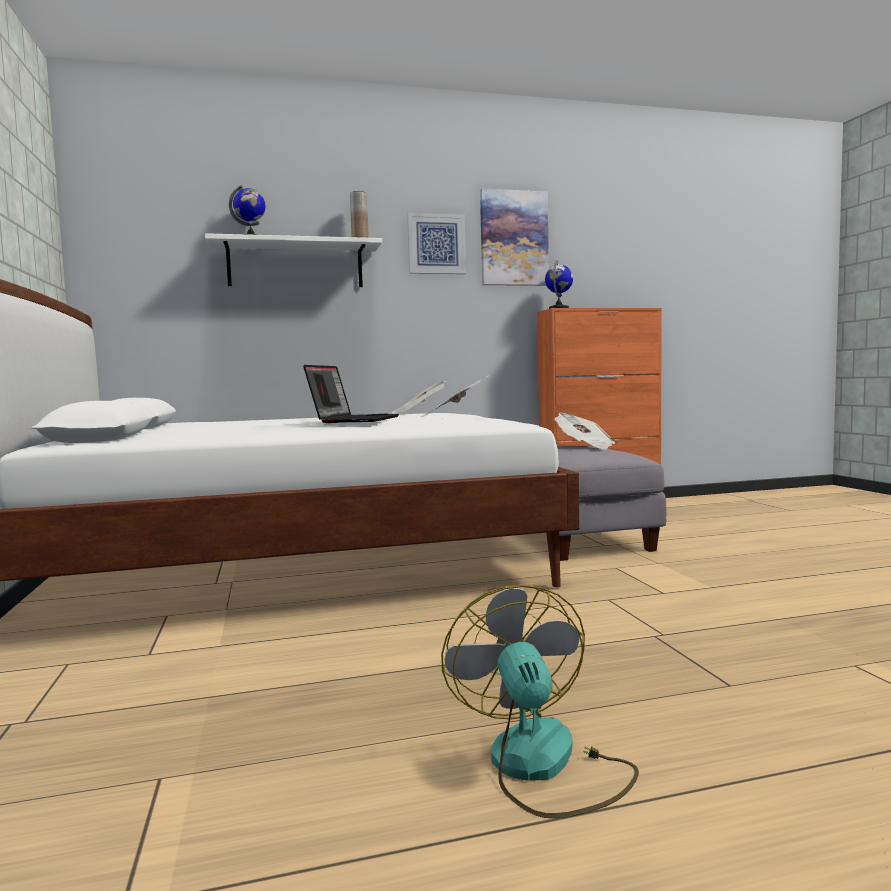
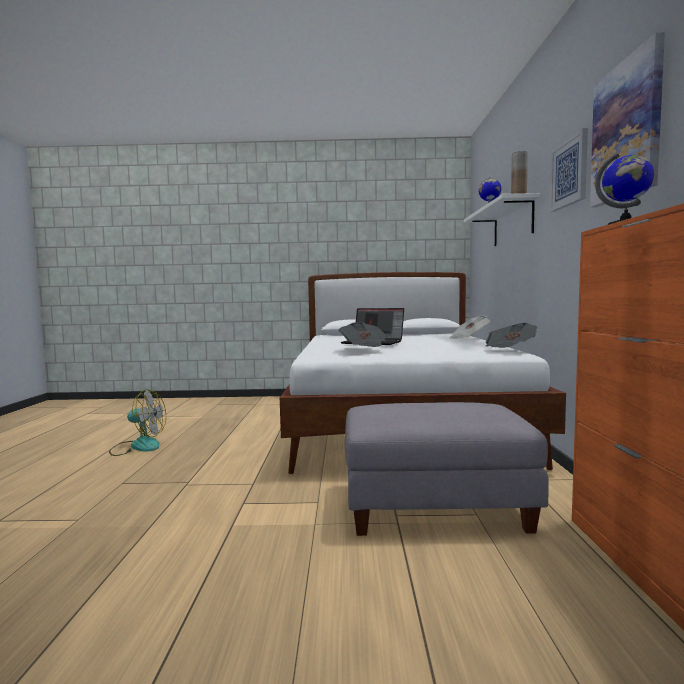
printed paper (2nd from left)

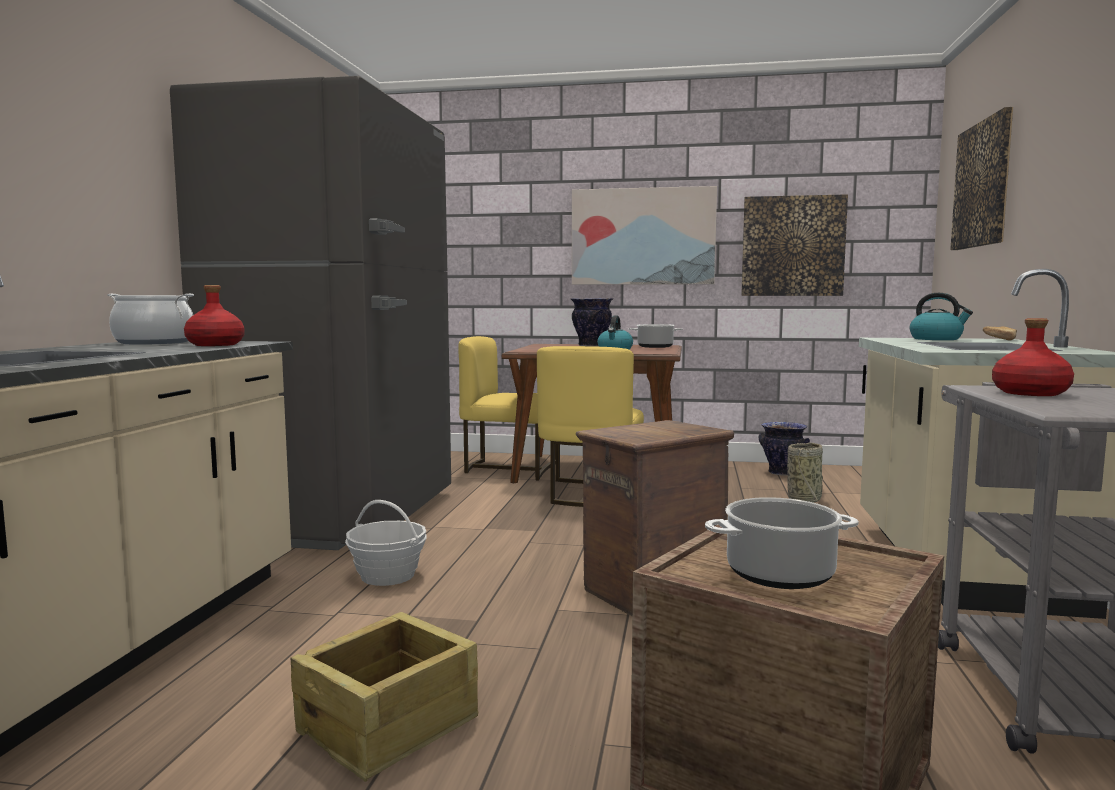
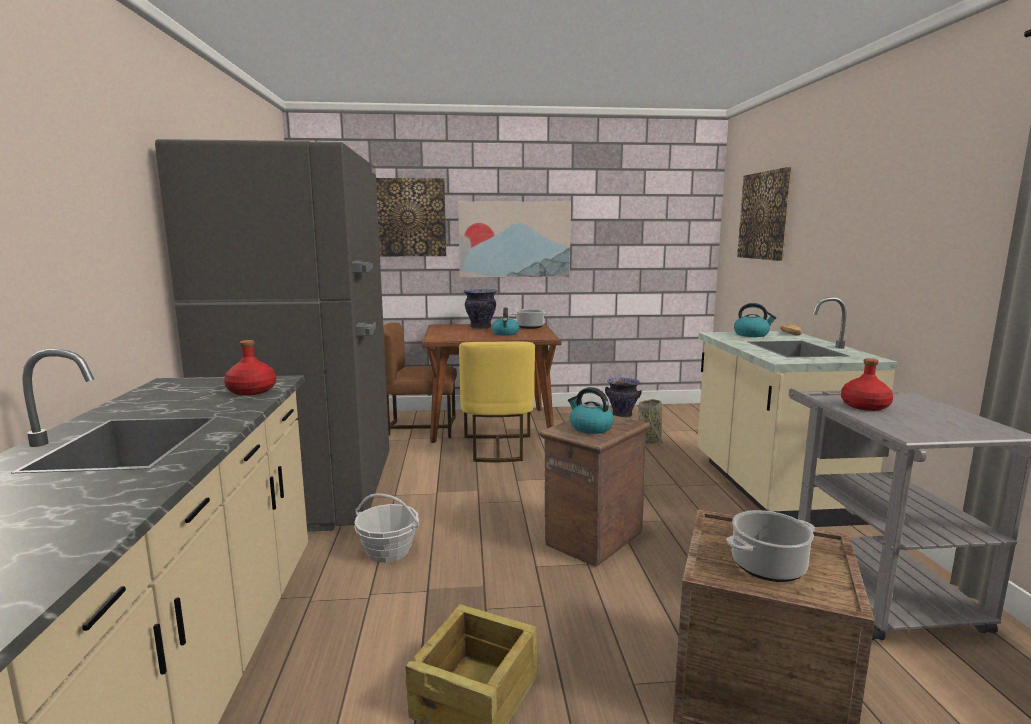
saucepot (1st from left in the first image)
brown-coloured plain chair
wall art (1st from left)
tea kettle (2nd from left)

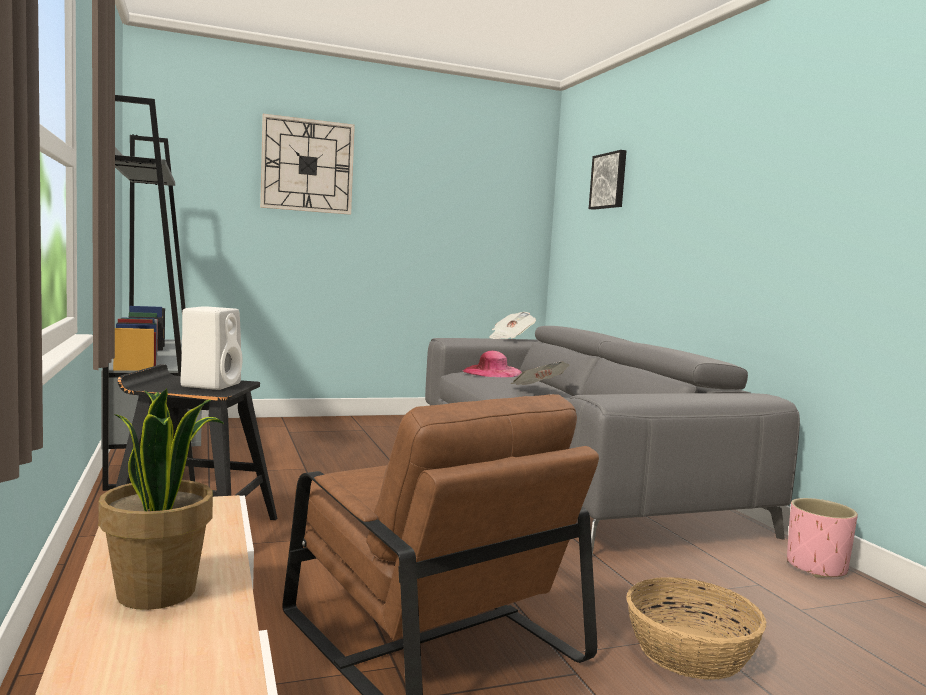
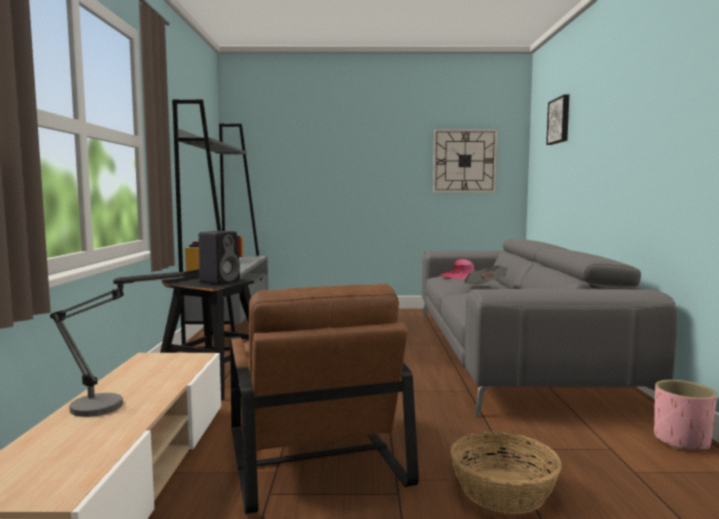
tabletop lamp
black loudspeaker
hanging clock
printed paper (1st from left in the first image)

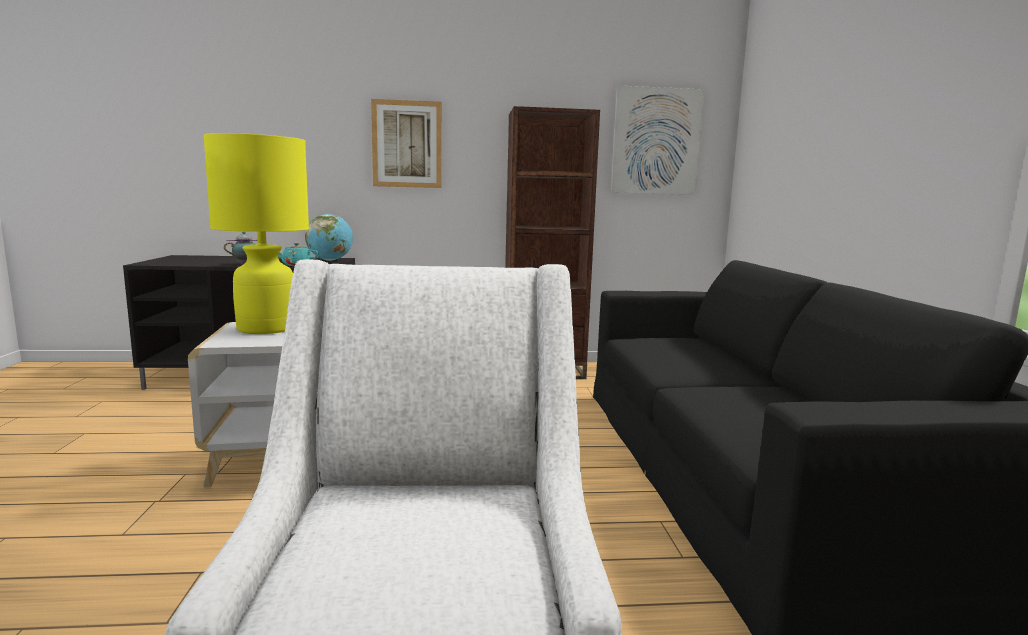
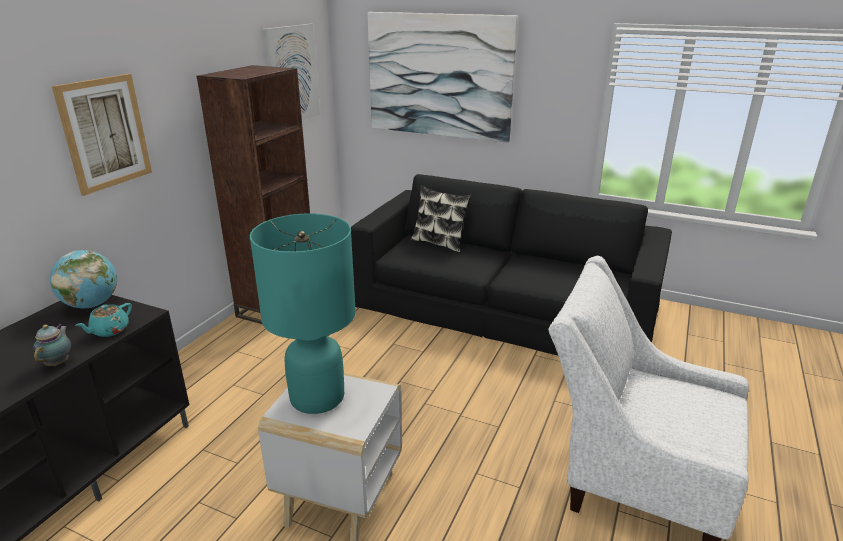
turquoise-coloured tabletop lamp
wall art (3rd from left)
throw pillow

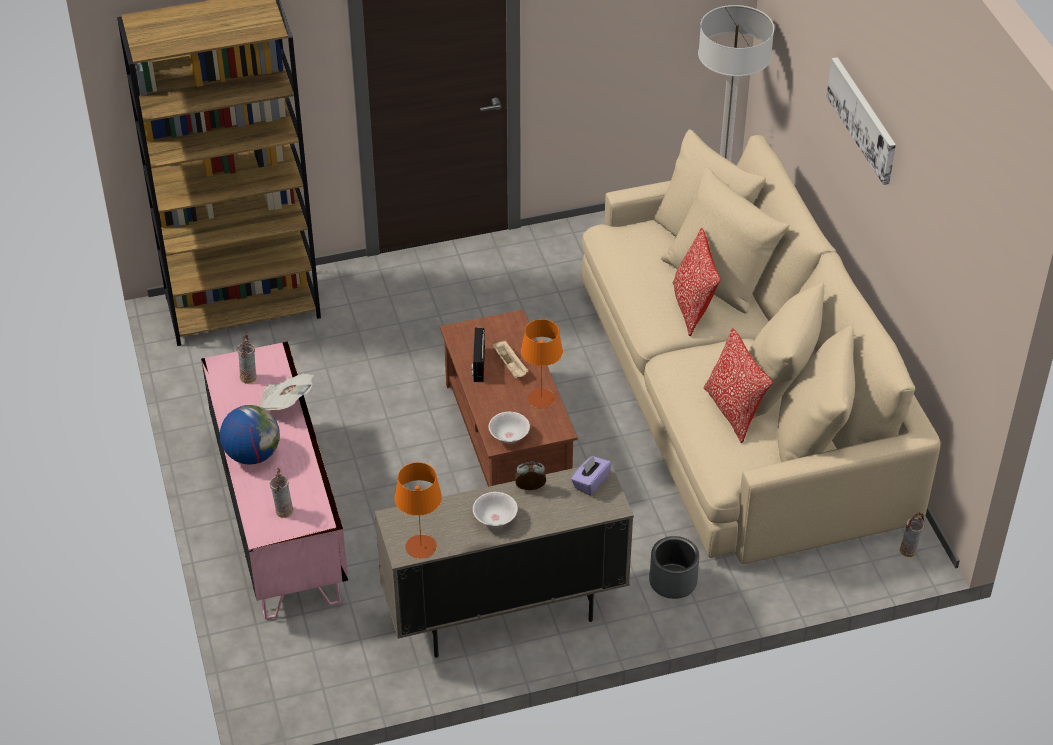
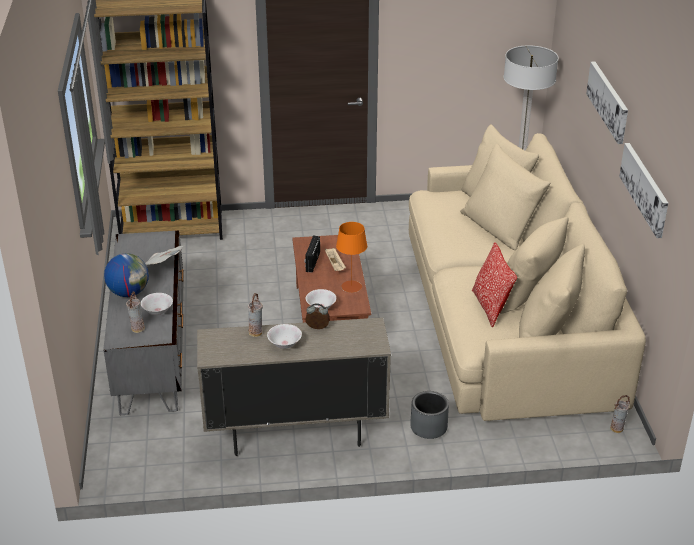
gray media console
flower vase (2nd from left)
orangey tabletop lamp (1st from left in the first image)
purple tissue box
throw pillow (1st from left in the first image)
whitish deep dish (1st from left)
wall art (2nd from left)

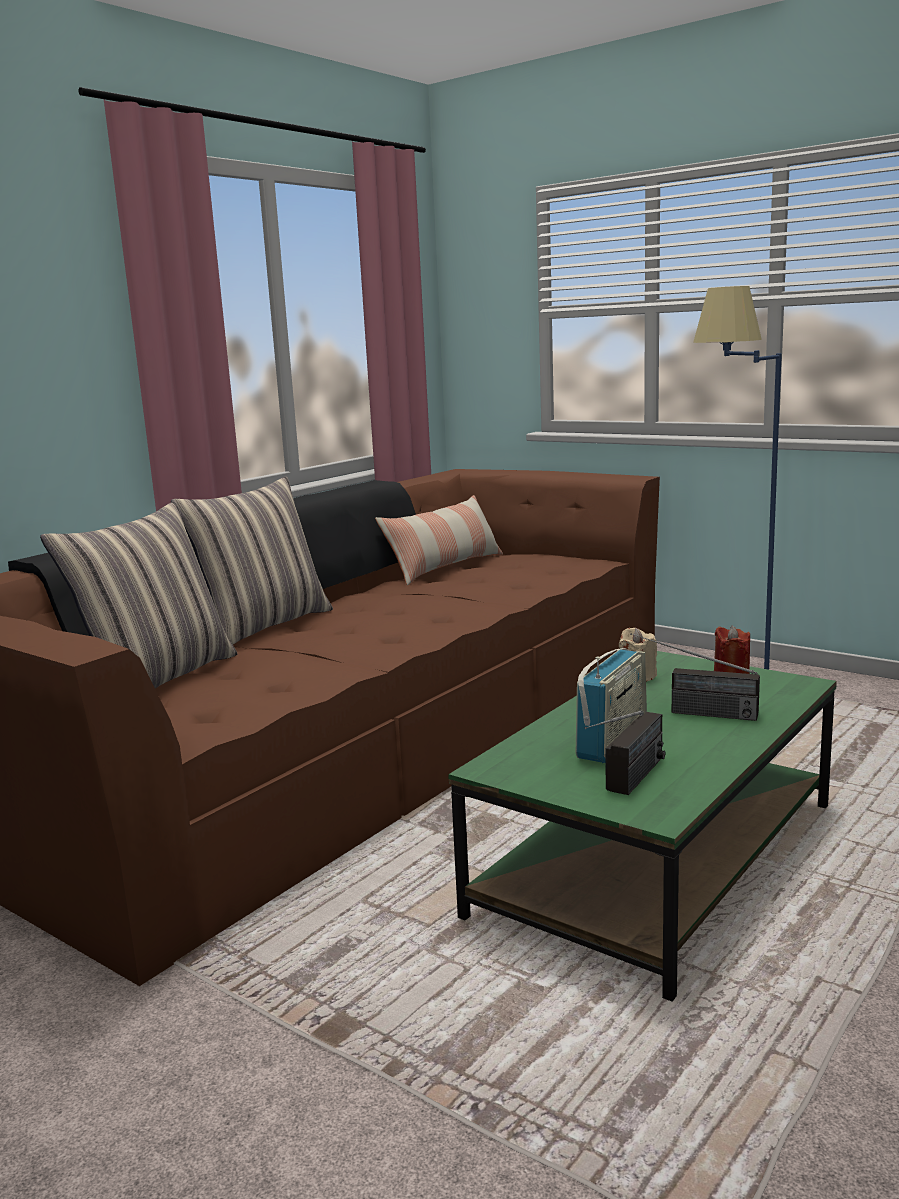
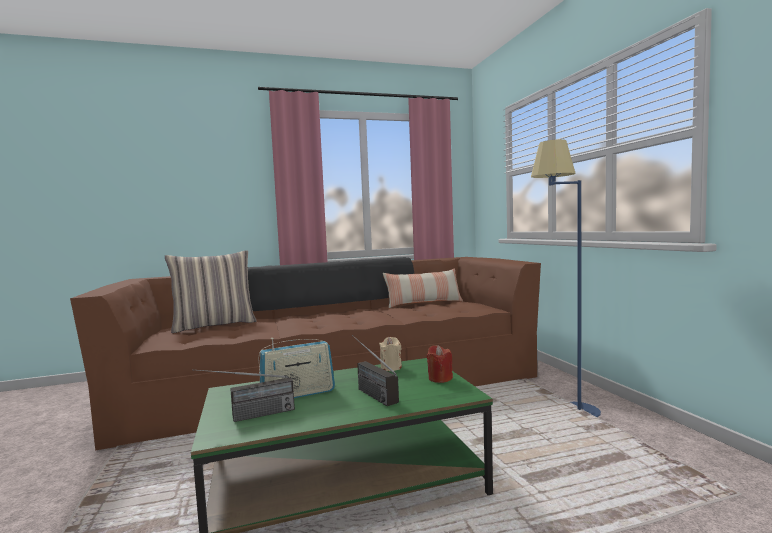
throw pillow (2nd from left in the first image)

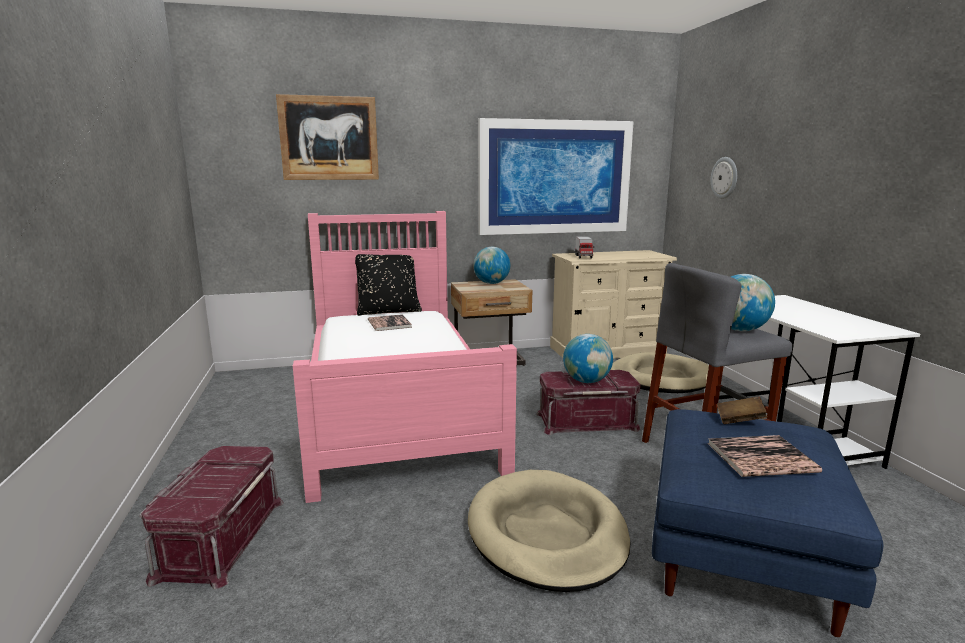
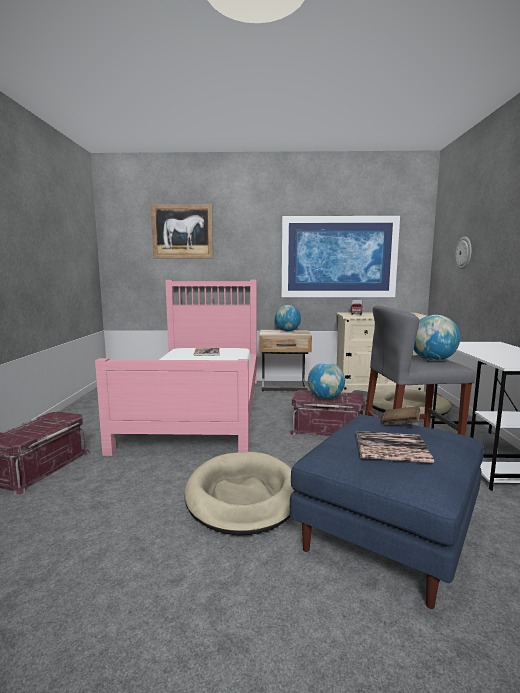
black throw pillow

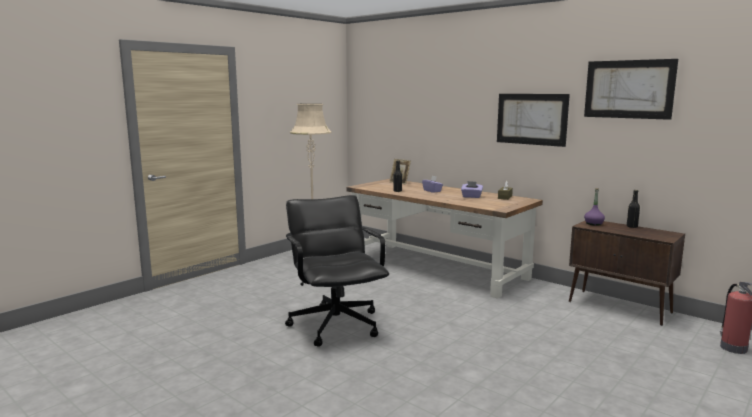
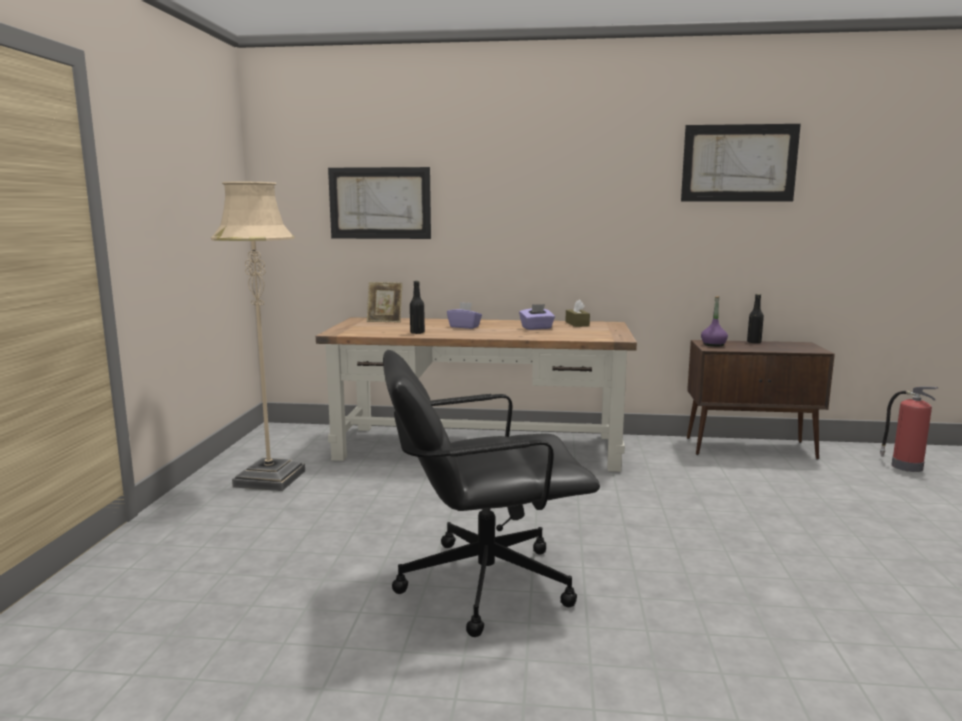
black office chair
wall art (1st from left)

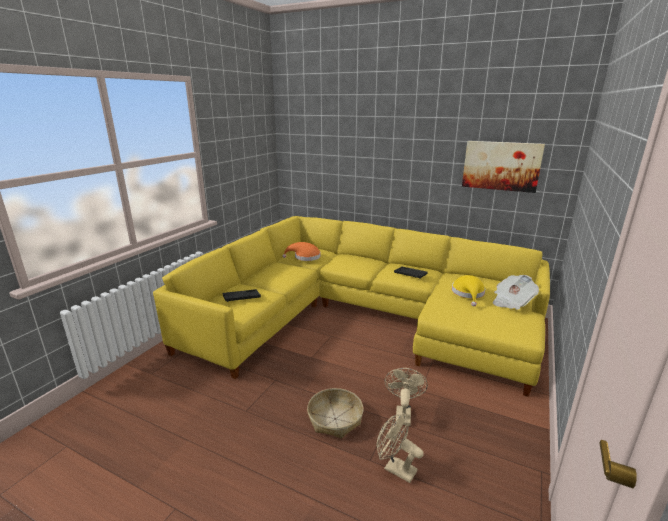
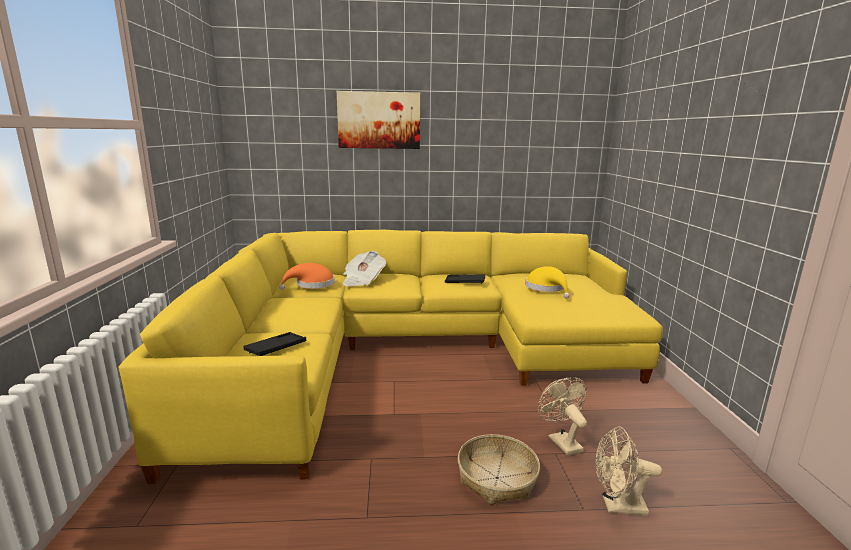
wall art
printed paper

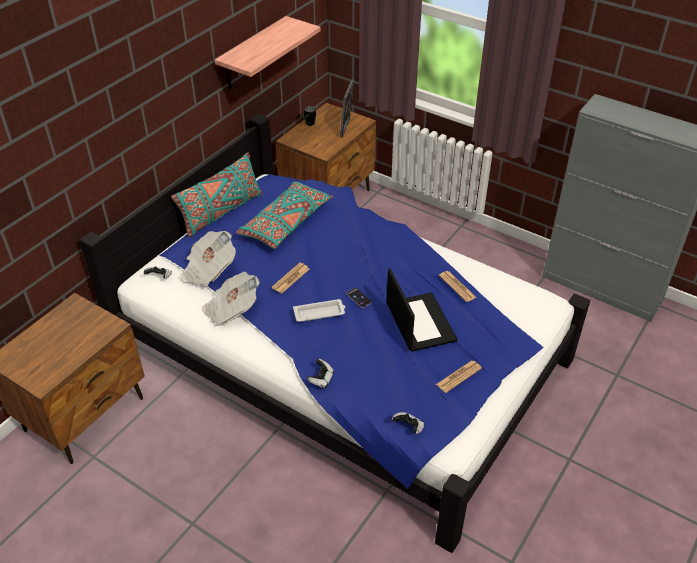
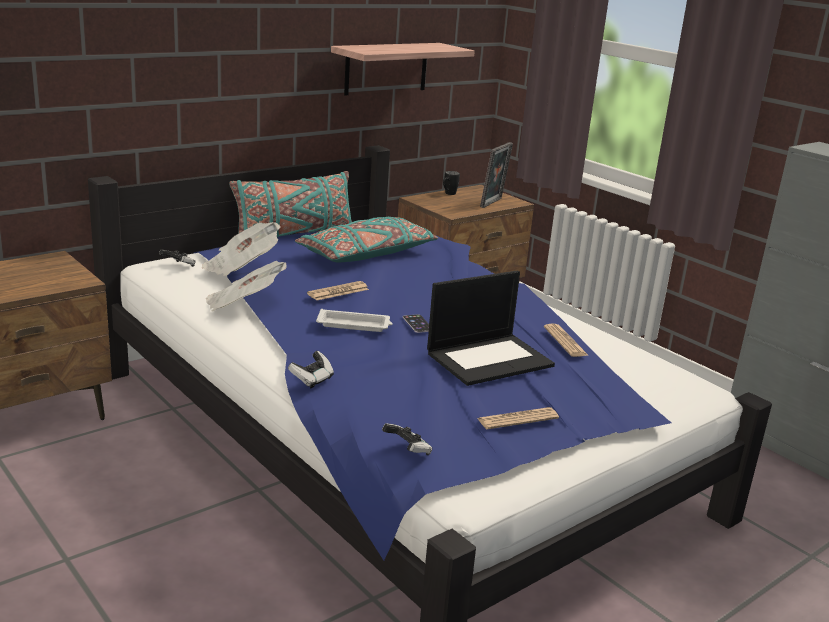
laptop

